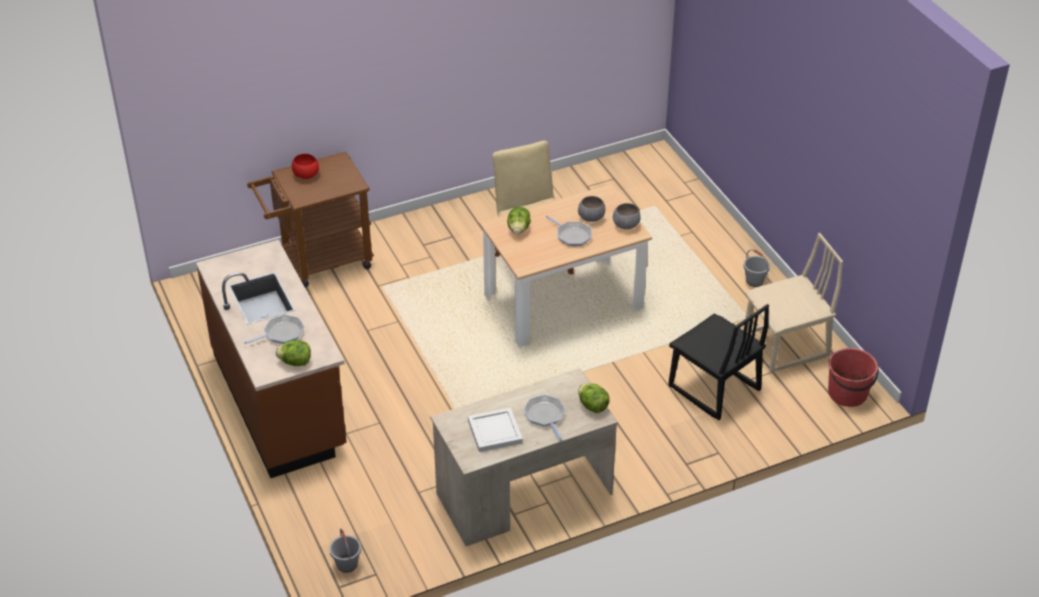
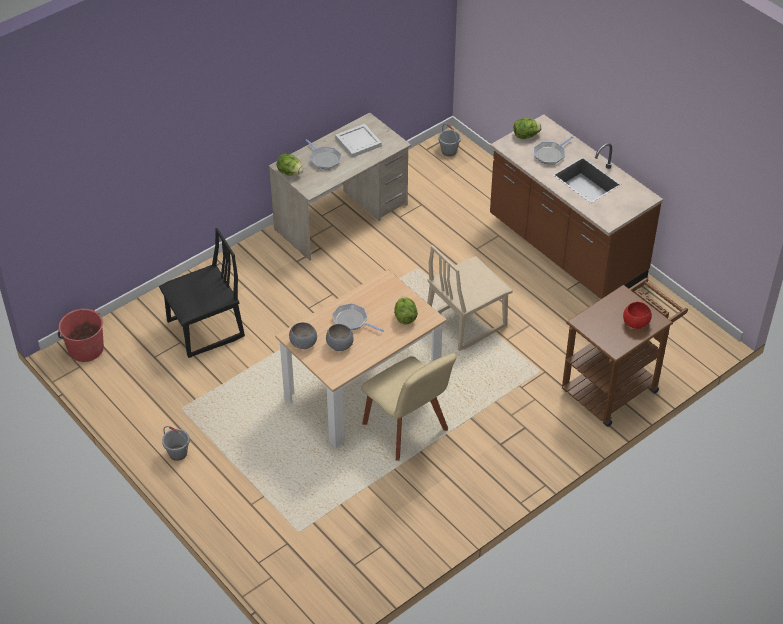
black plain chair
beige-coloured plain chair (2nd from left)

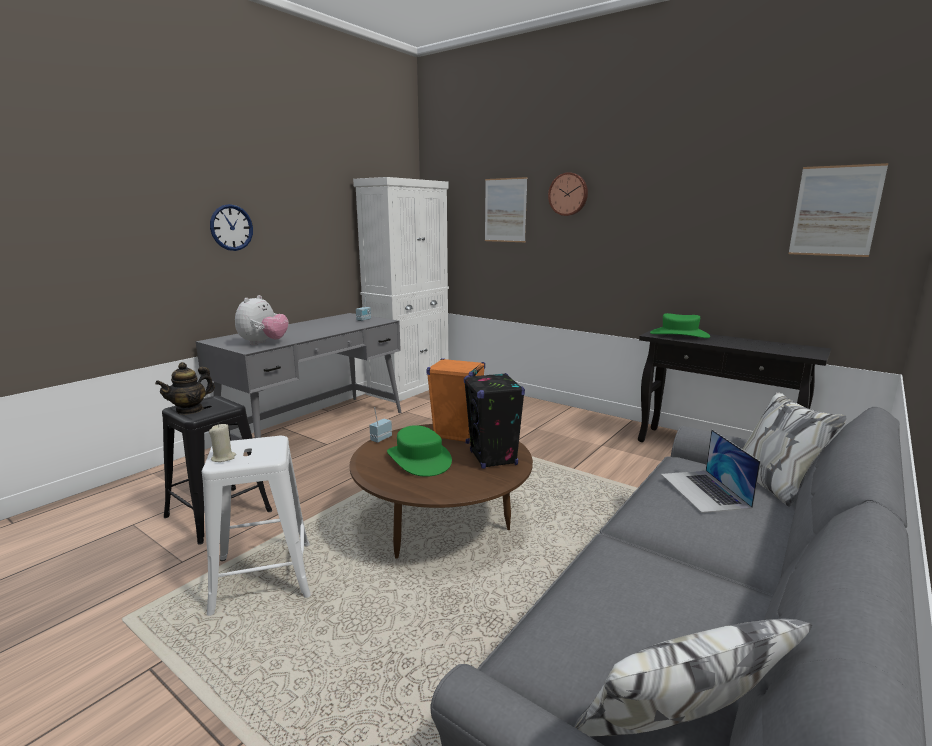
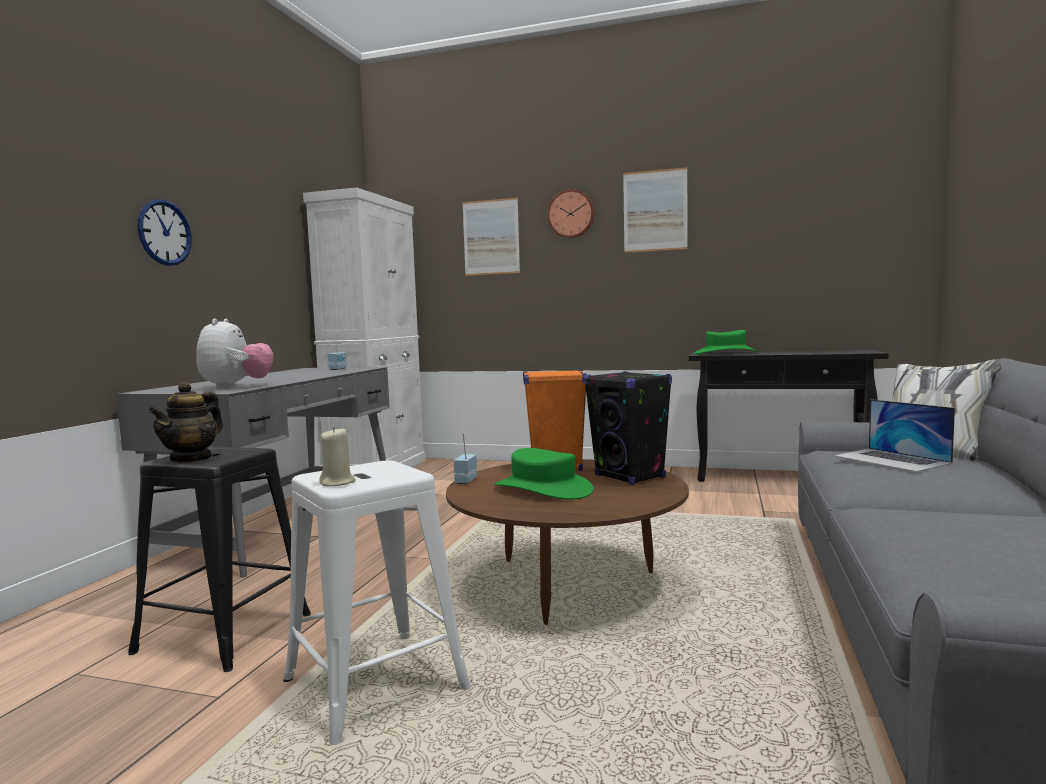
wall art (2nd from left)

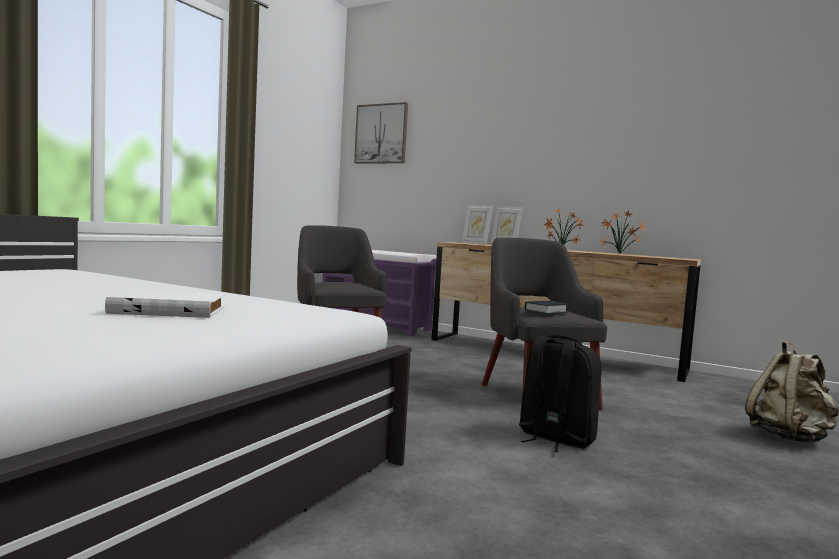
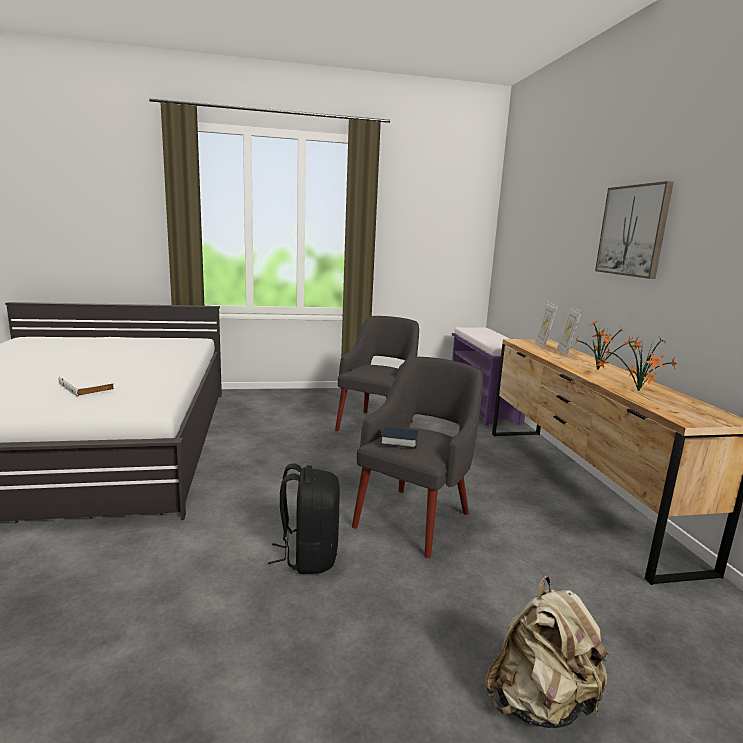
wall art

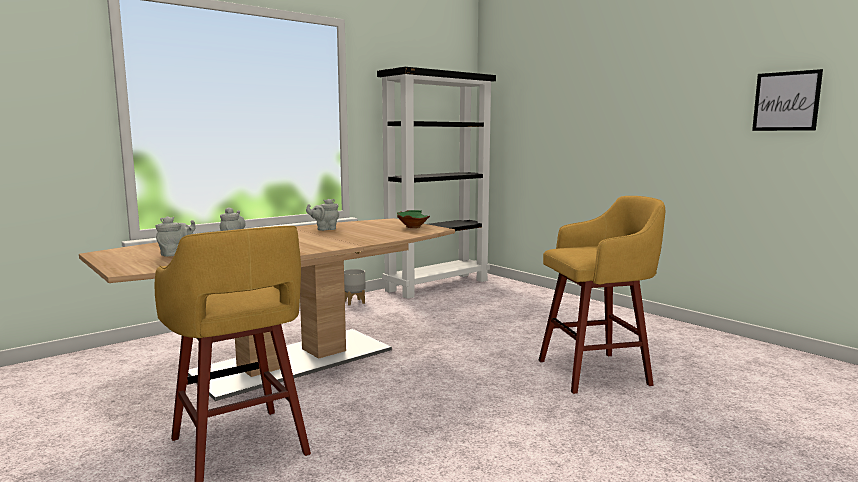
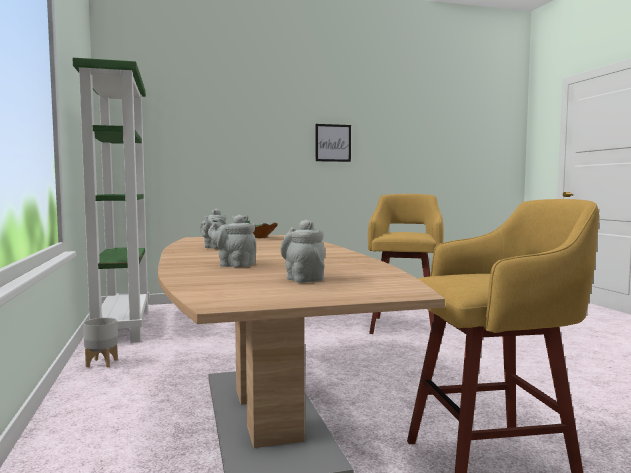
green bookcase
wall art

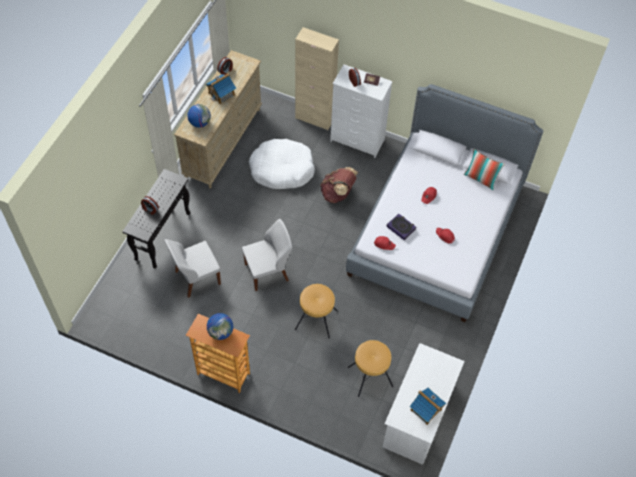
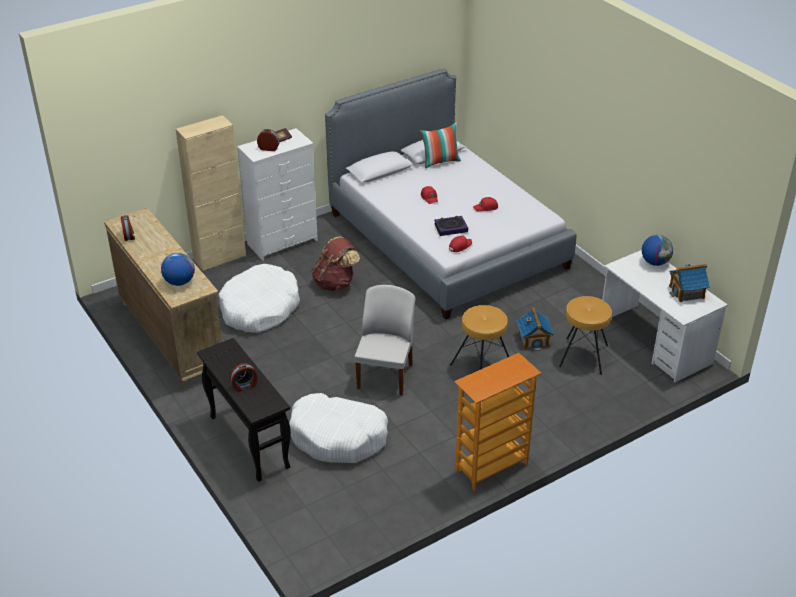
whitish pet bed (2nd from left)
toy house (1st from left)
world globe (2nd from left)

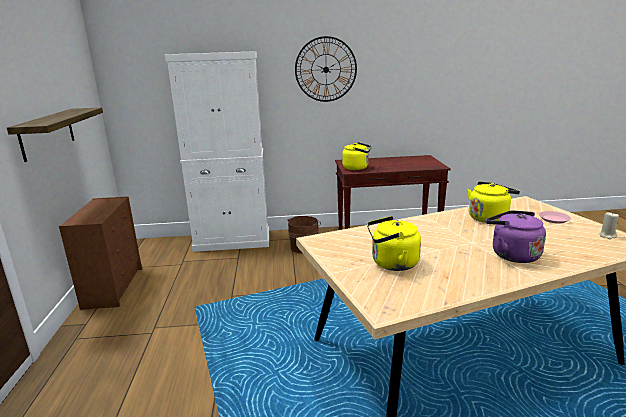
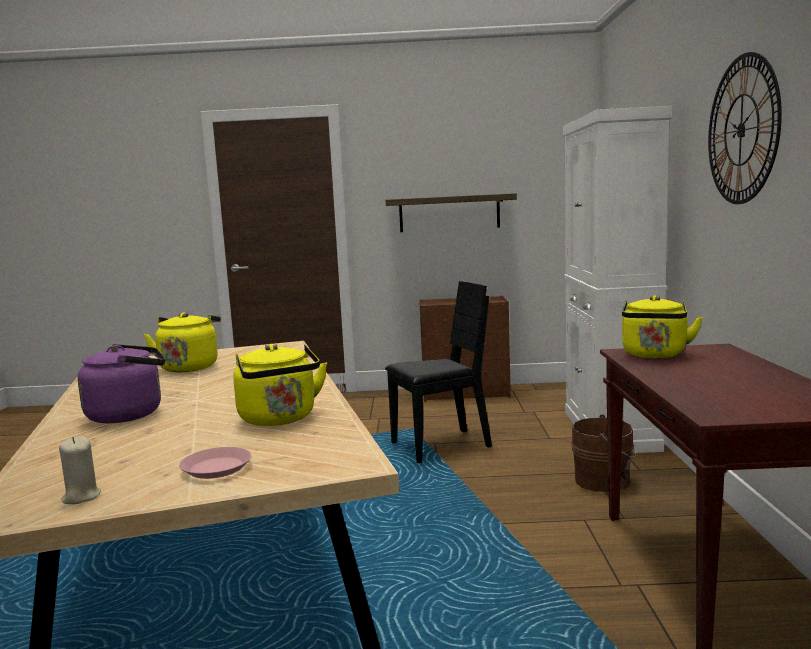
black plain chair

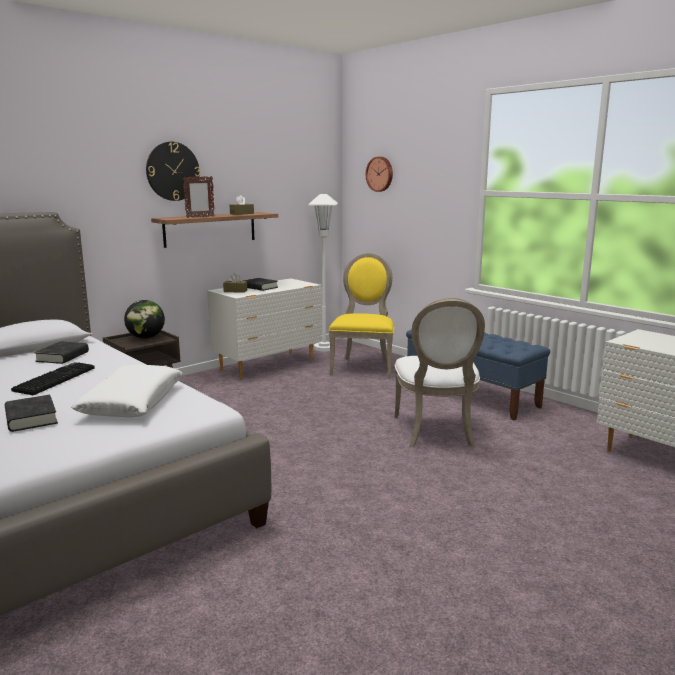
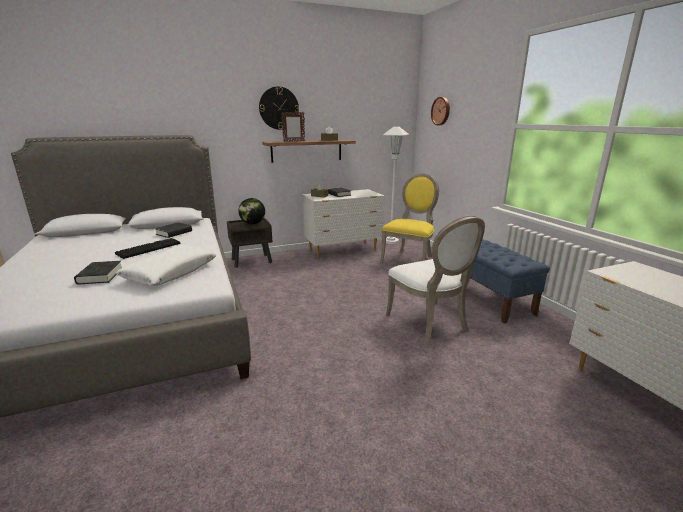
whitish plain chair

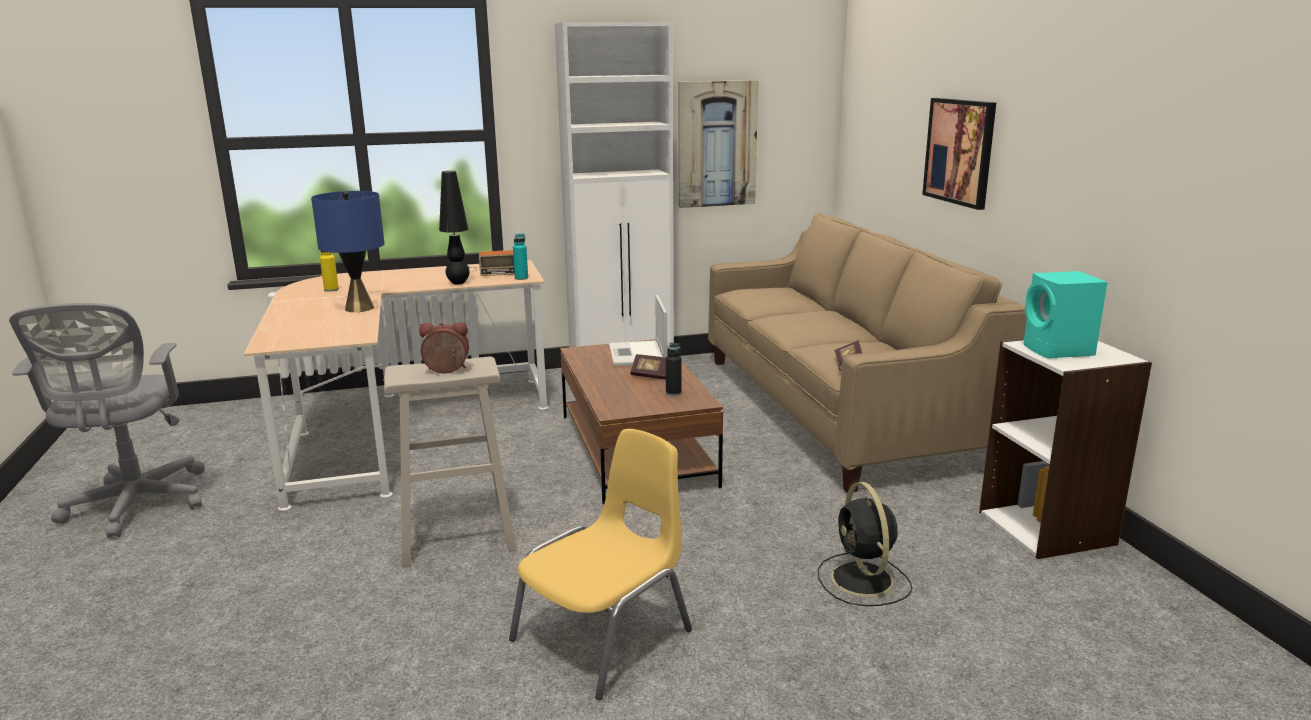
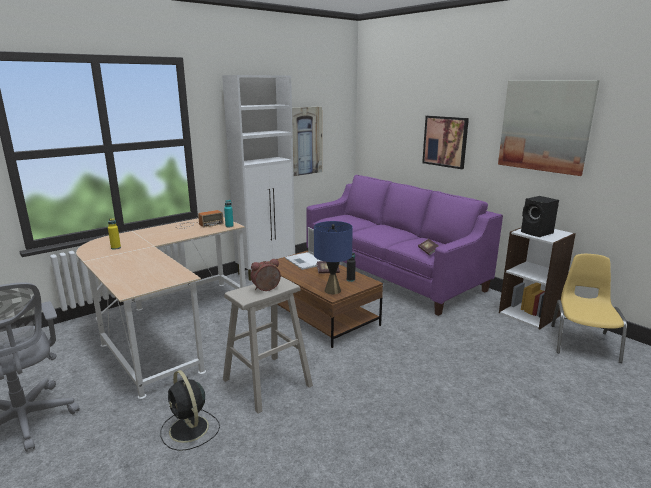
bluish tabletop lamp
black tabletop lamp
yellow plain chair
purple couch
black electric fan
black loudspeaker
wall art (3rd from left)

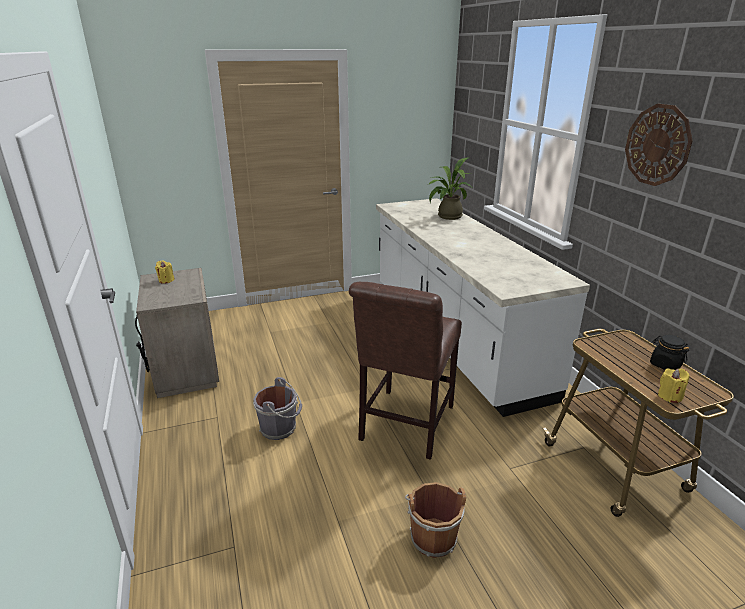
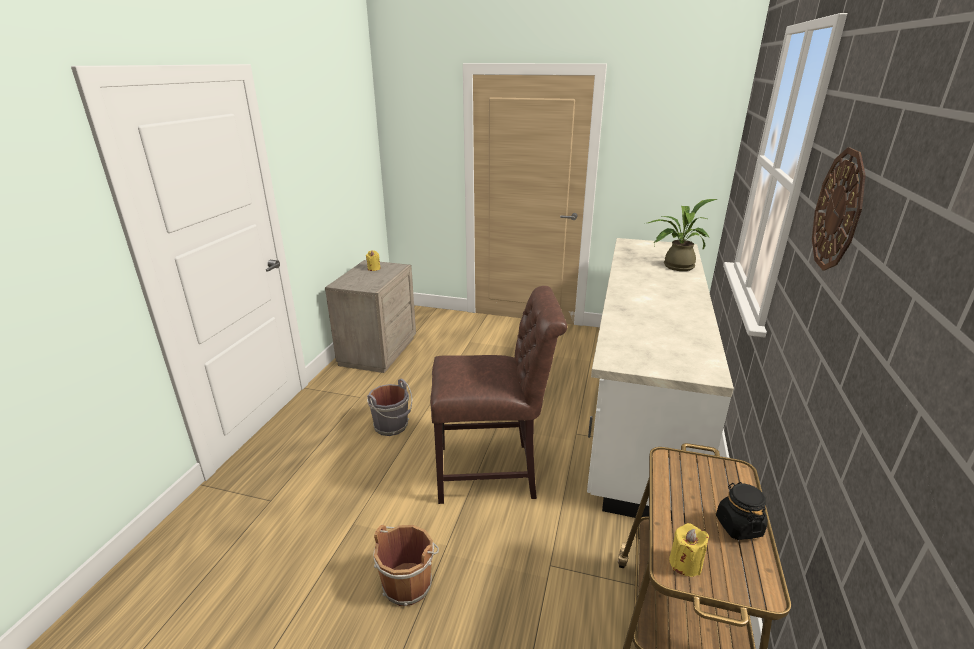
brown-coloured plain chair

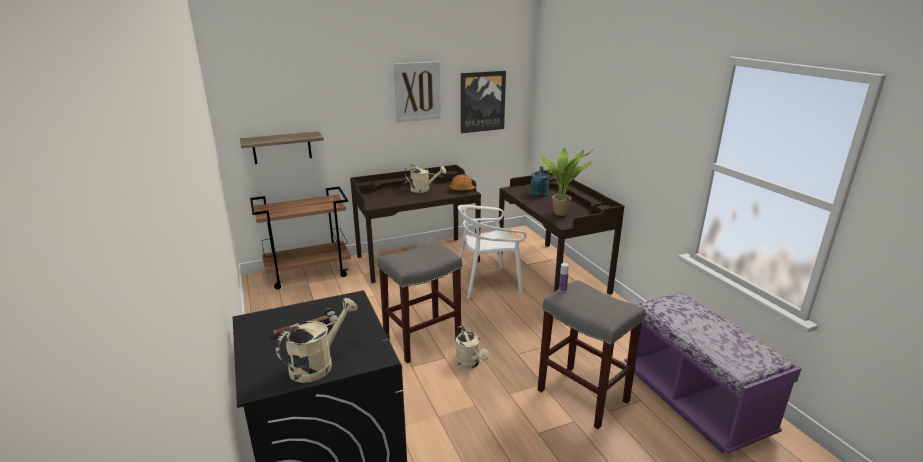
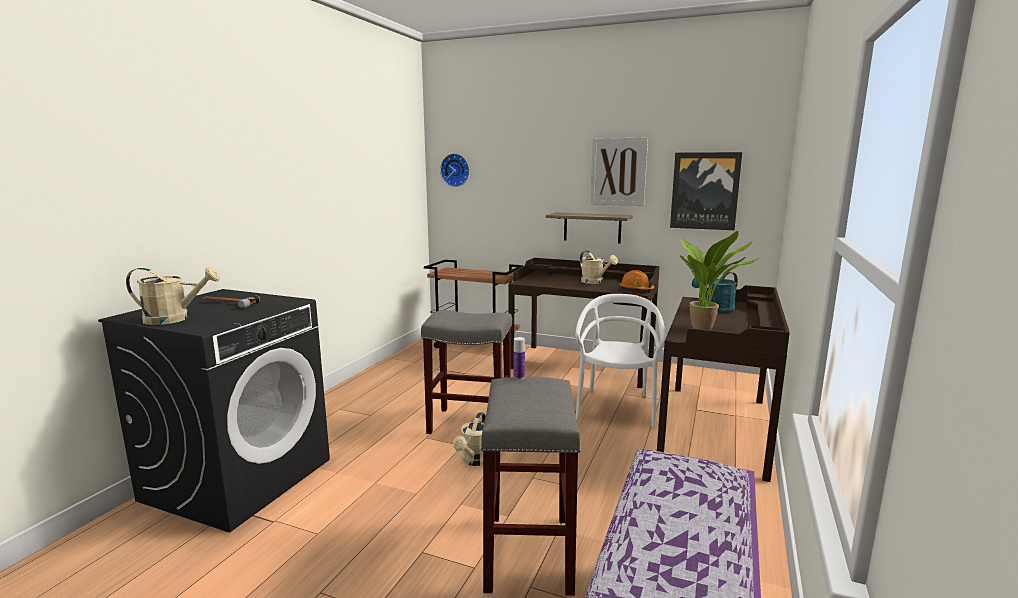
wall shelf
whitish plain chair
hanging clock

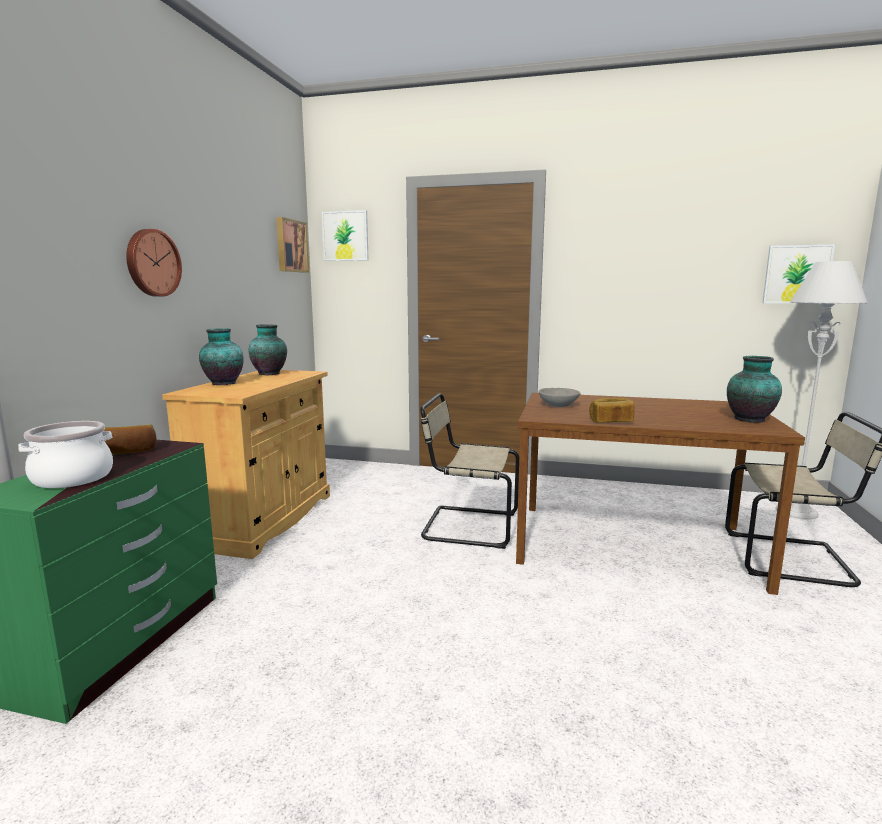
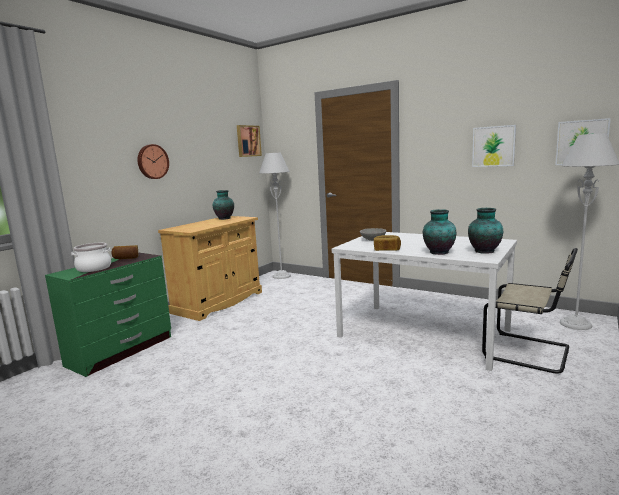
flower vase (2nd from left)
wall art (2nd from left)
beige-coloured plain chair (1st from left in the first image)
whitish dining table
gray standard lamp (1st from left)

